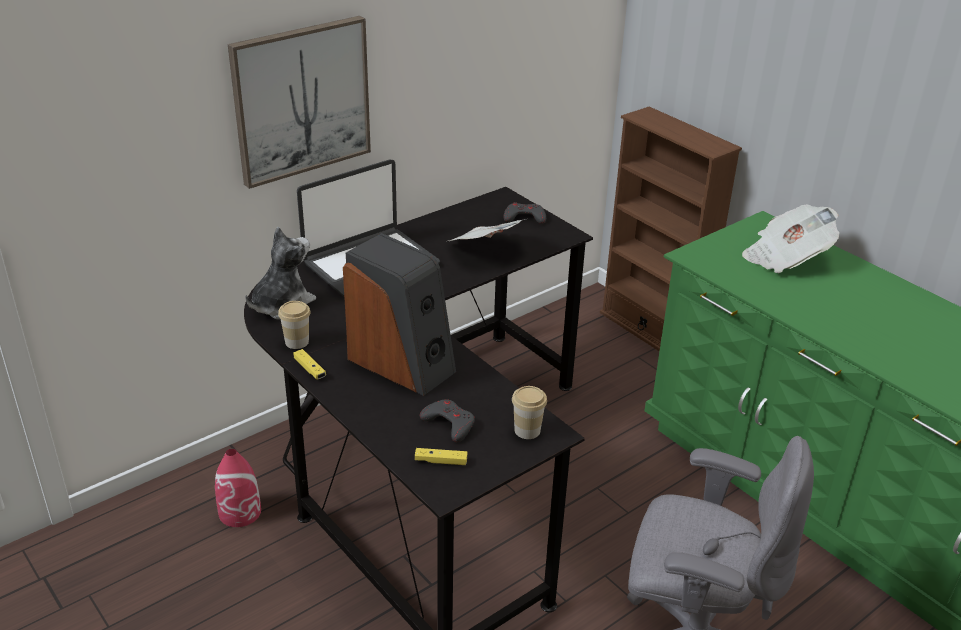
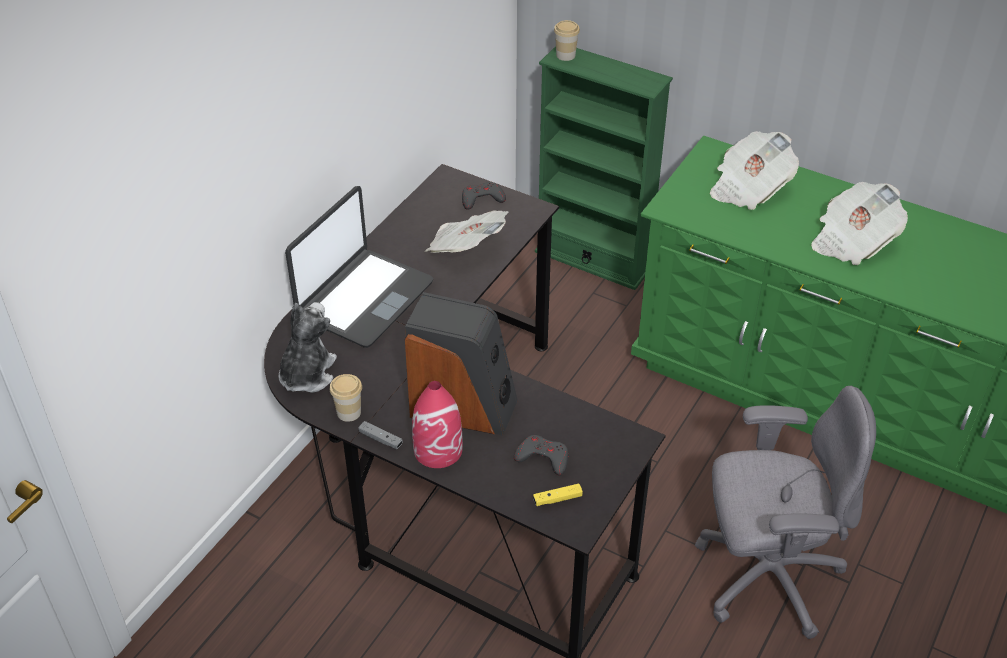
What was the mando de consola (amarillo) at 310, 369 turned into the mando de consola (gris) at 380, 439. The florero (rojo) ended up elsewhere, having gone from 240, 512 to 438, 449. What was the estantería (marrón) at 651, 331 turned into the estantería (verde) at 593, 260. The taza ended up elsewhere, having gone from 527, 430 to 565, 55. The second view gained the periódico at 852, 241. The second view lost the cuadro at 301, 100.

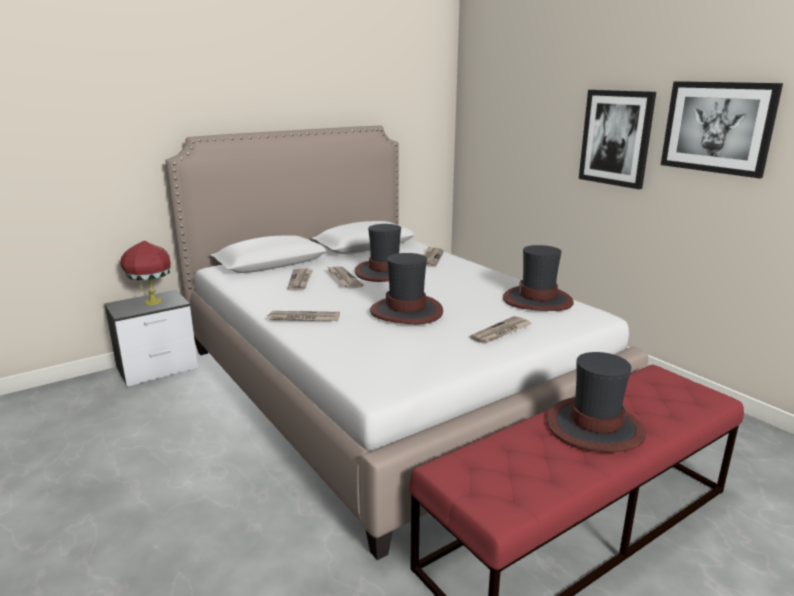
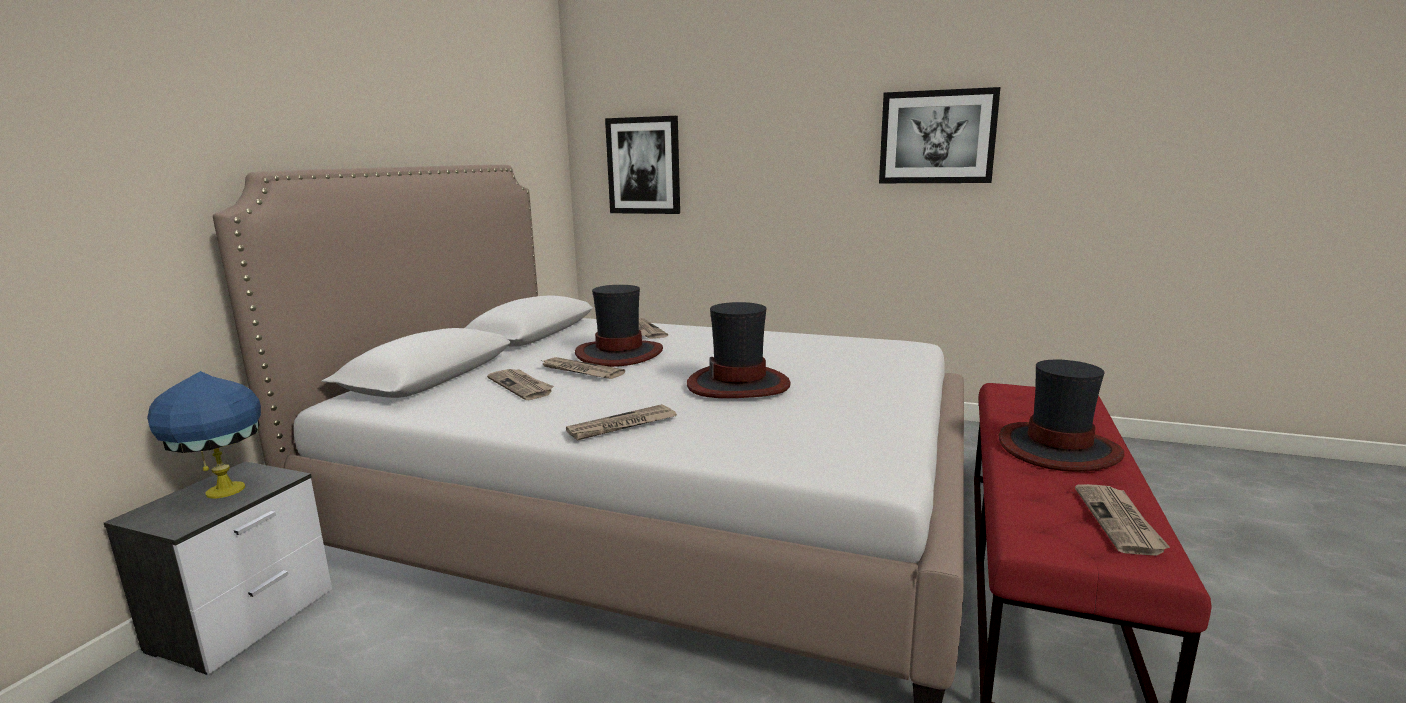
What was the lámpara de mesa (rojo) at 152, 302 turned into the lámpara de mesa (azul) at 223, 491. The cuadro ended up elsewhere, having gone from 616, 138 to 643, 166. The periódico ended up elsewhere, having gone from 501, 332 to 1120, 521. The second view lost the sombrero at 538, 300.

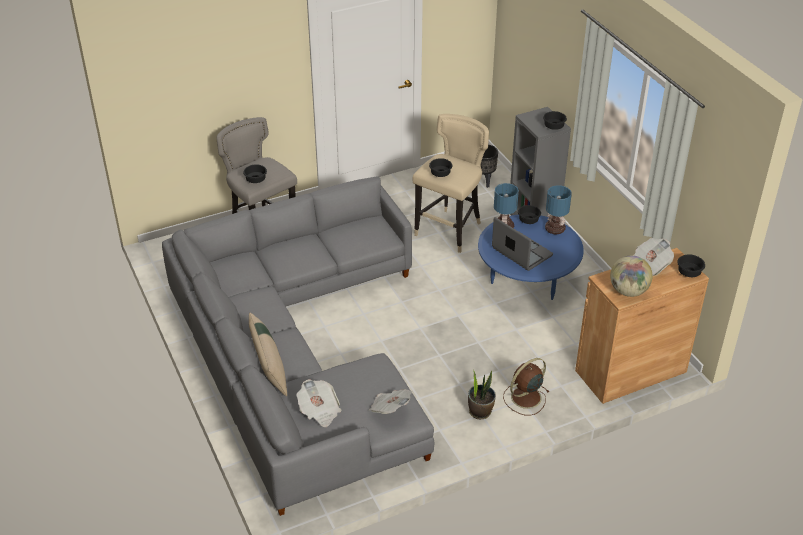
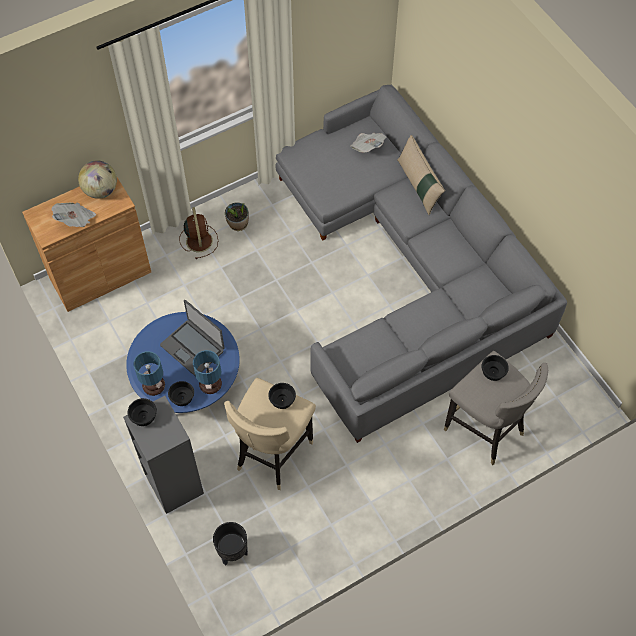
The ventilador (marrón) at 525, 398 ended up facing another way, 60 degrees counterclockwise from before. The second view lost the periódico at 390, 408. The second view lost the cuenco (negro) at 688, 273.

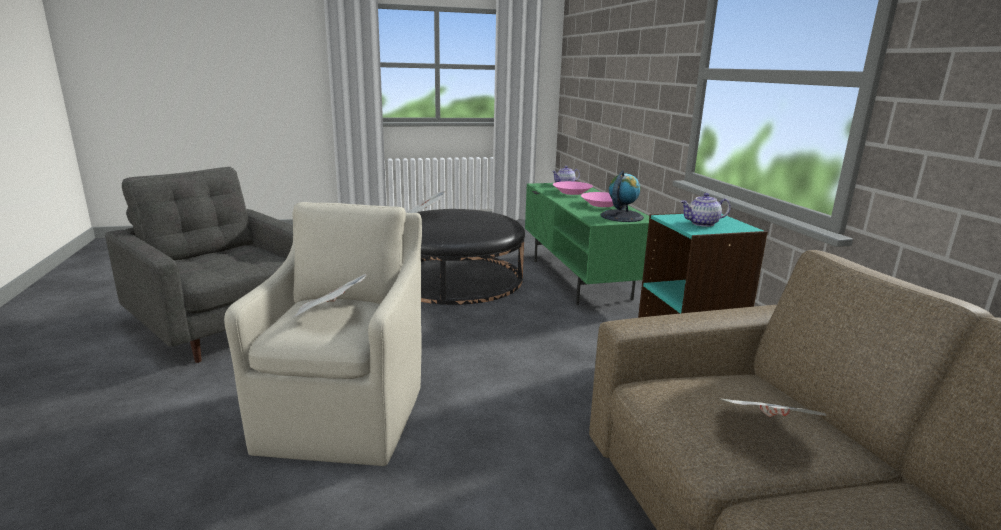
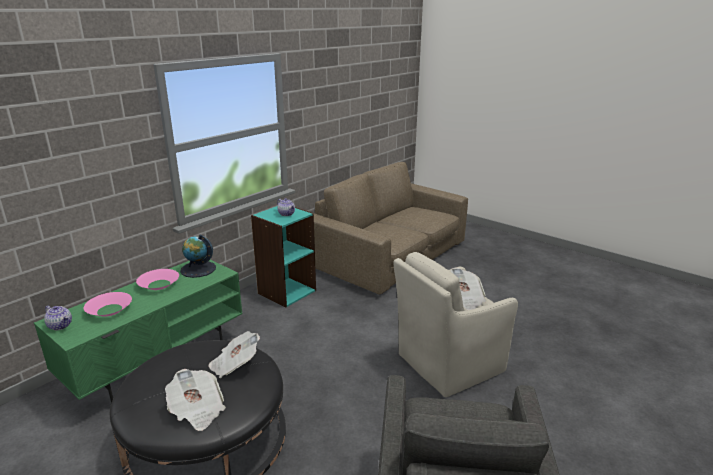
The periódico ended up elsewhere, having gone from 765, 430 to 235, 365.

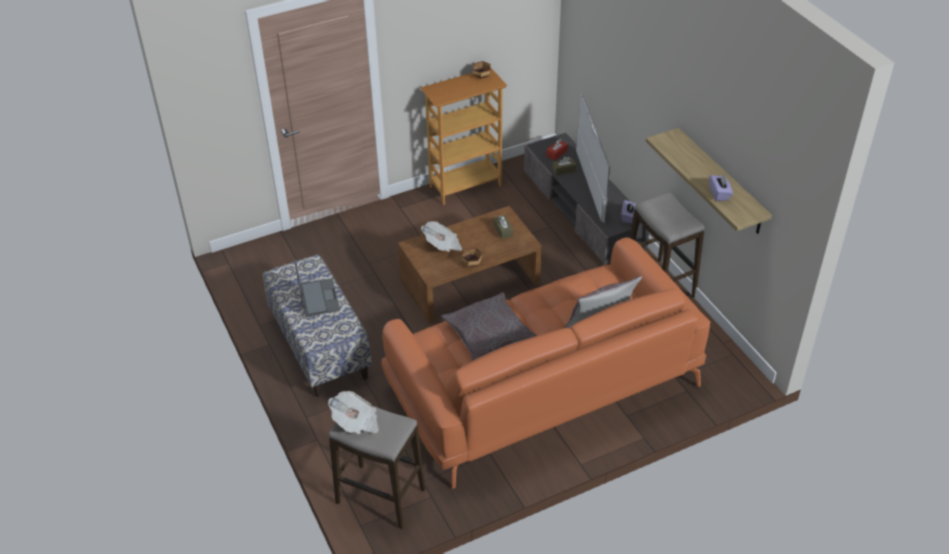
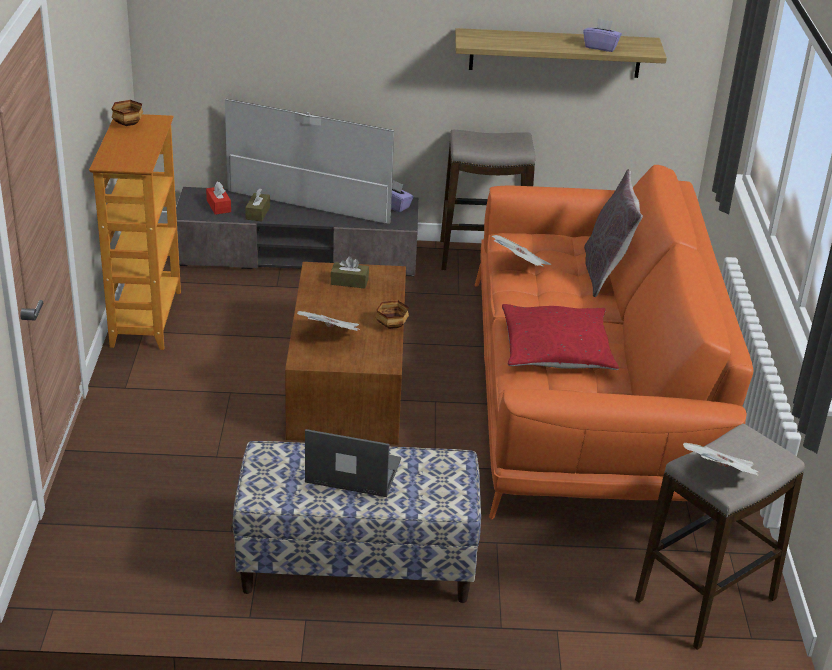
The second view gained the periódico at 520, 266. What was the cojín (gris) at 488, 334 turned into the cojín (rojo) at 556, 350.

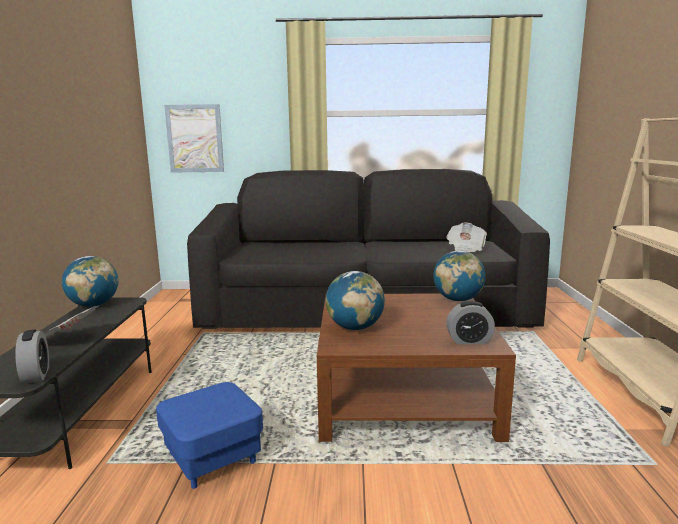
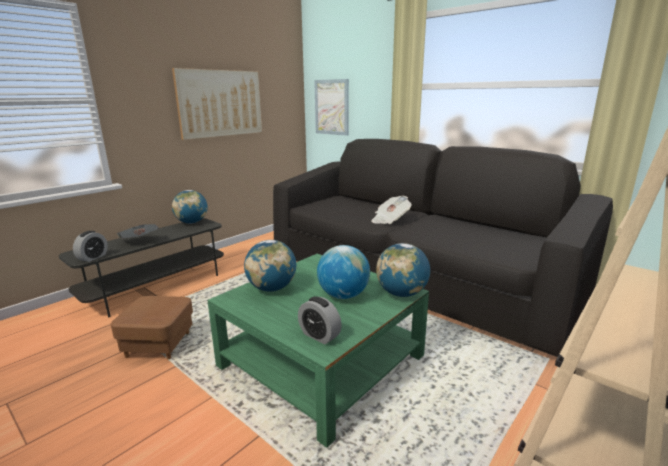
What was the puf (azul) at 212, 457 turned into the puf (marrón) at 159, 344. The second view gained the cuadro at 221, 103. What was the mesa de centro (marrón) at 403, 394 turned into the mesa de centro (verde) at 321, 360. The second view gained the globo terráqueo at 343, 295. The periódico ended up elsewhere, having gone from 465, 249 to 390, 220.

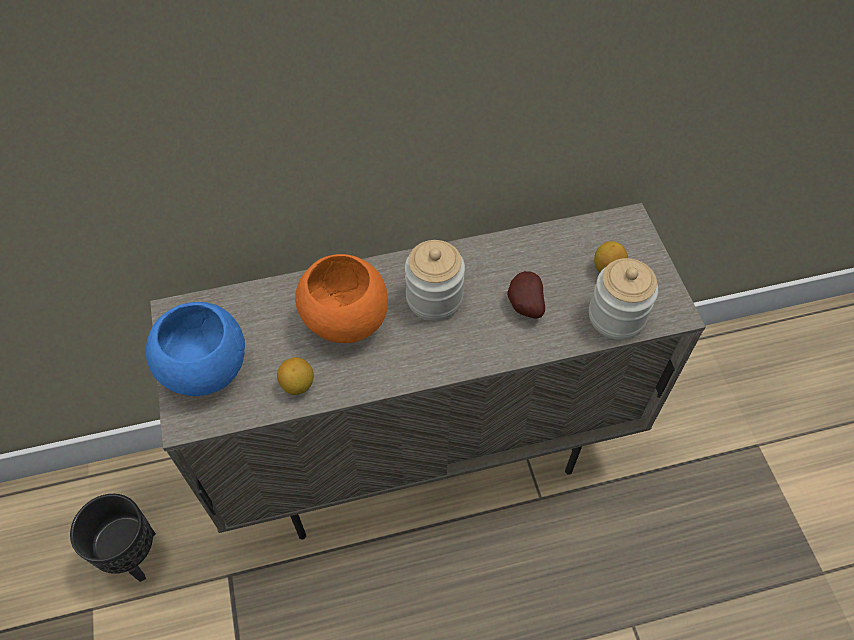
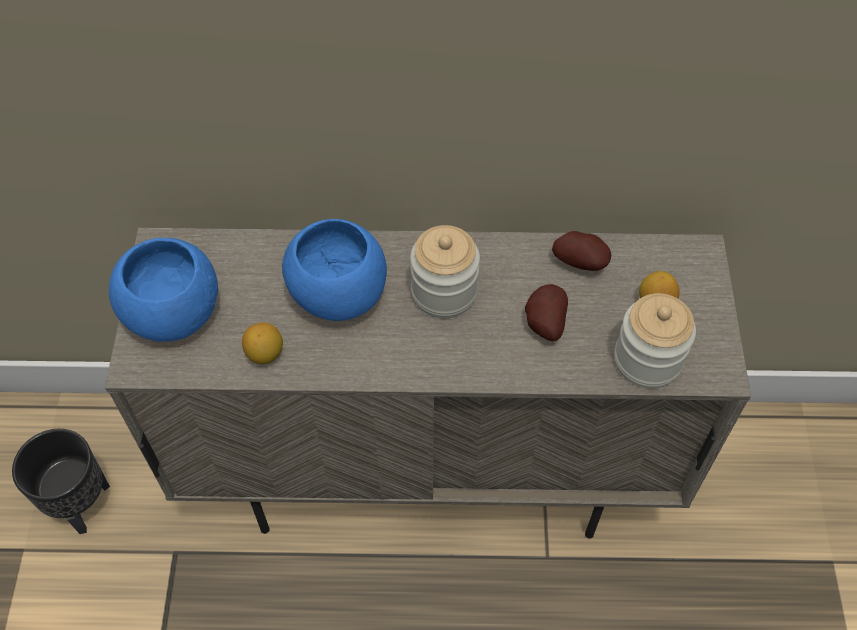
What was the cuenco (naranja) at 345, 320 turned into the cuenco (azul) at 337, 295. The second view gained the patata at 581, 261.

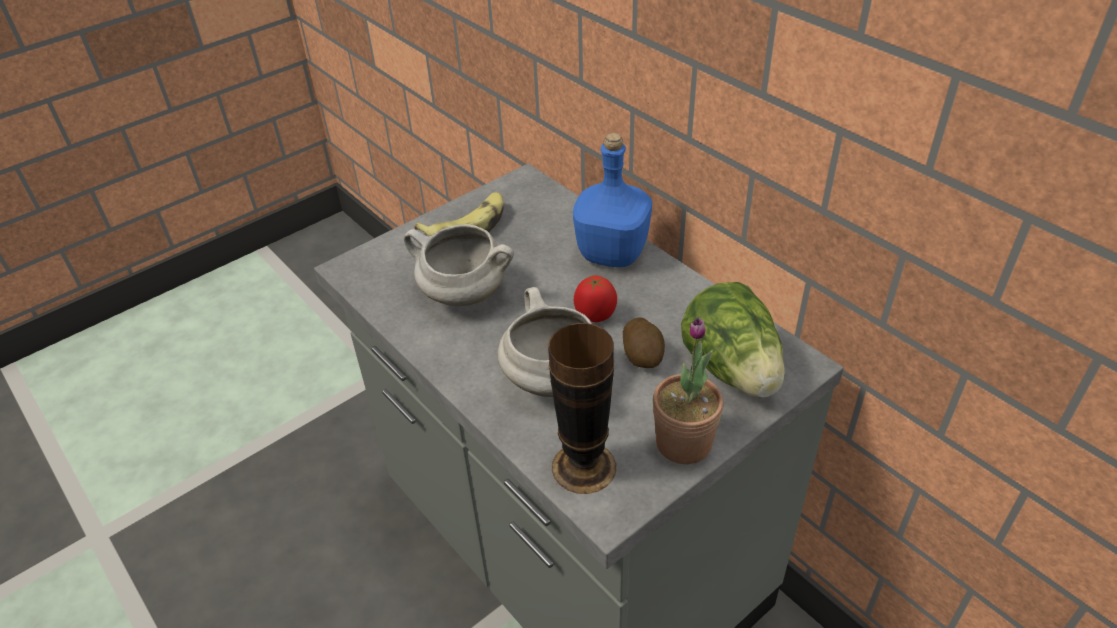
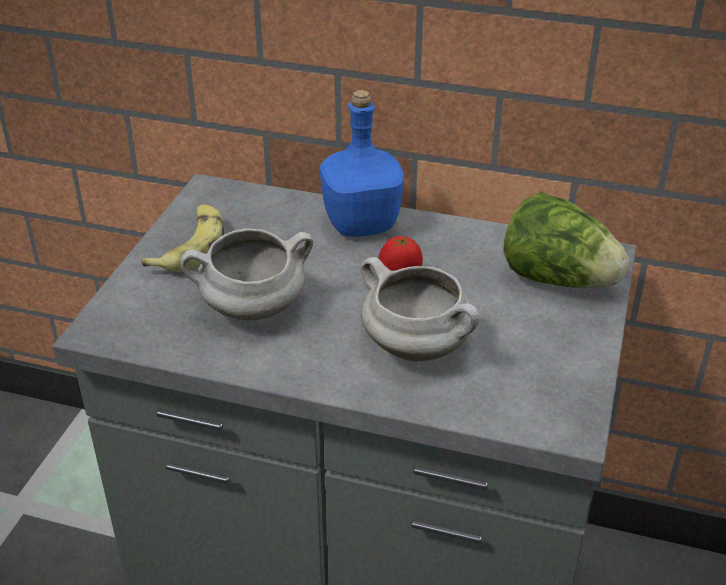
The second view lost the florero at 584, 467. The second view lost the patata at 643, 356. The second view lost the planta en maceta at 683, 443.

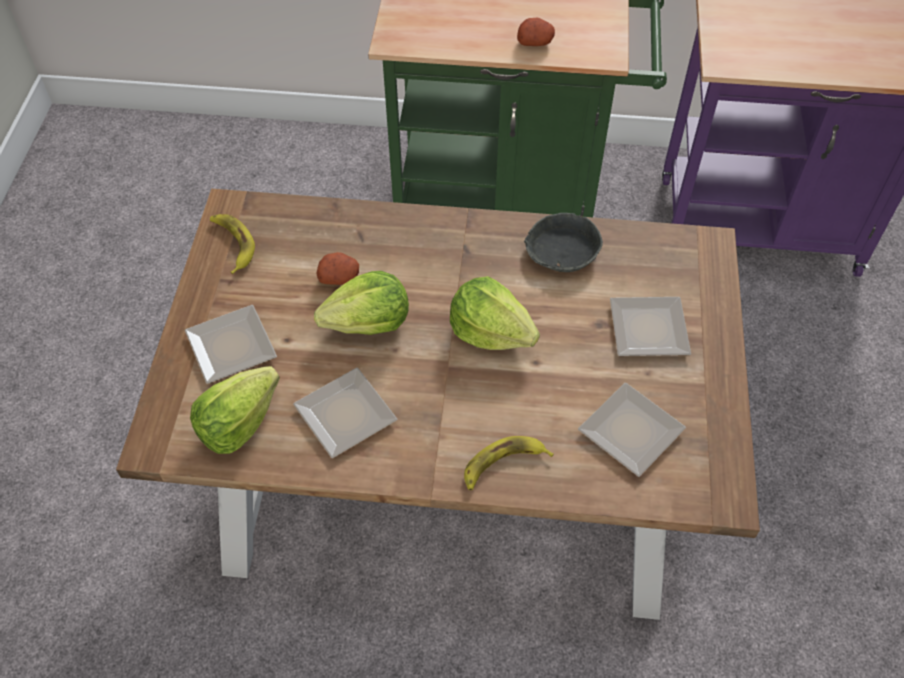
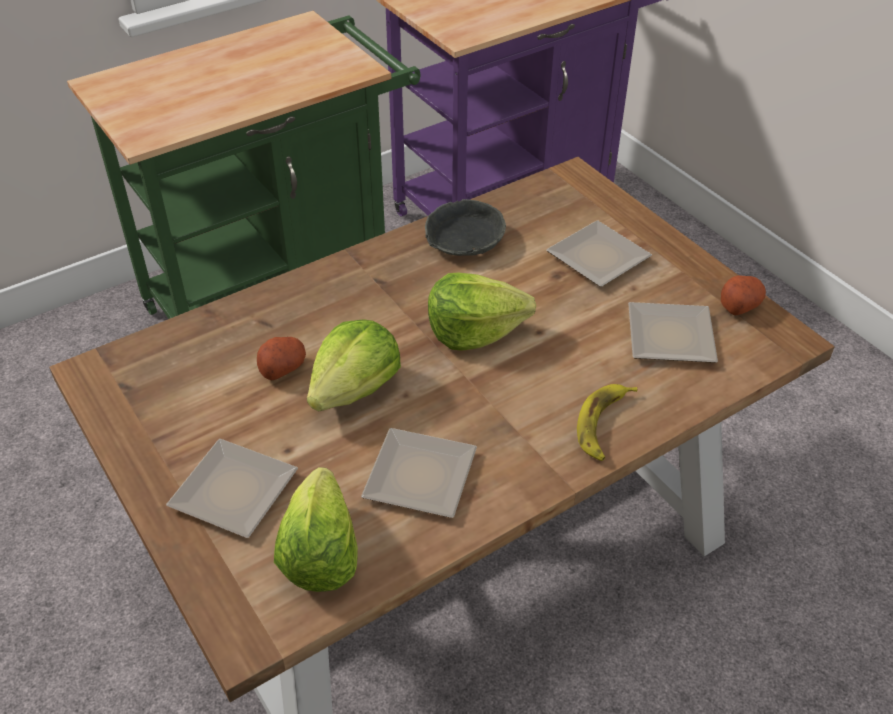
The patata ended up elsewhere, having gone from 535, 42 to 739, 305. The second view lost the plátano at 232, 244.

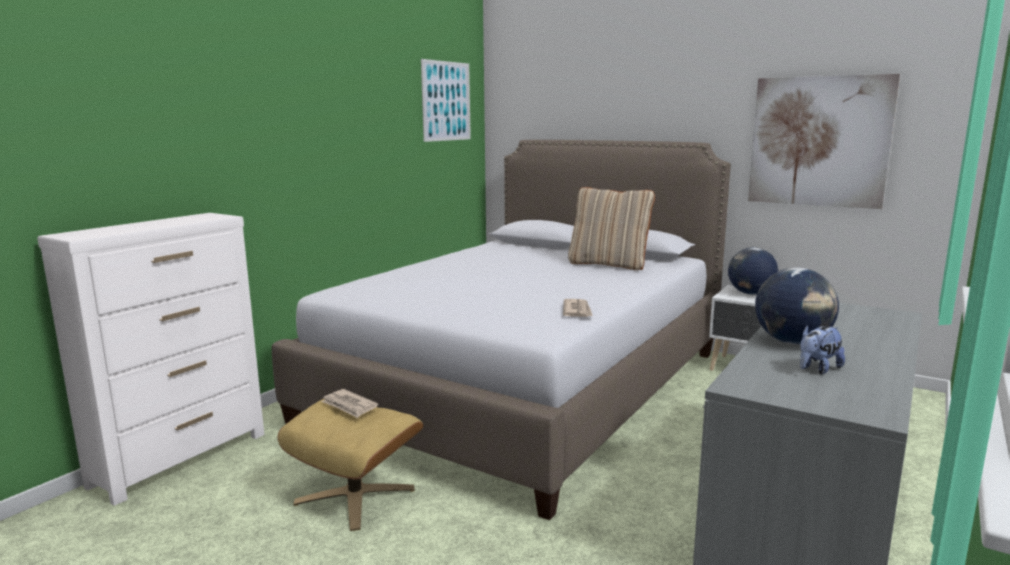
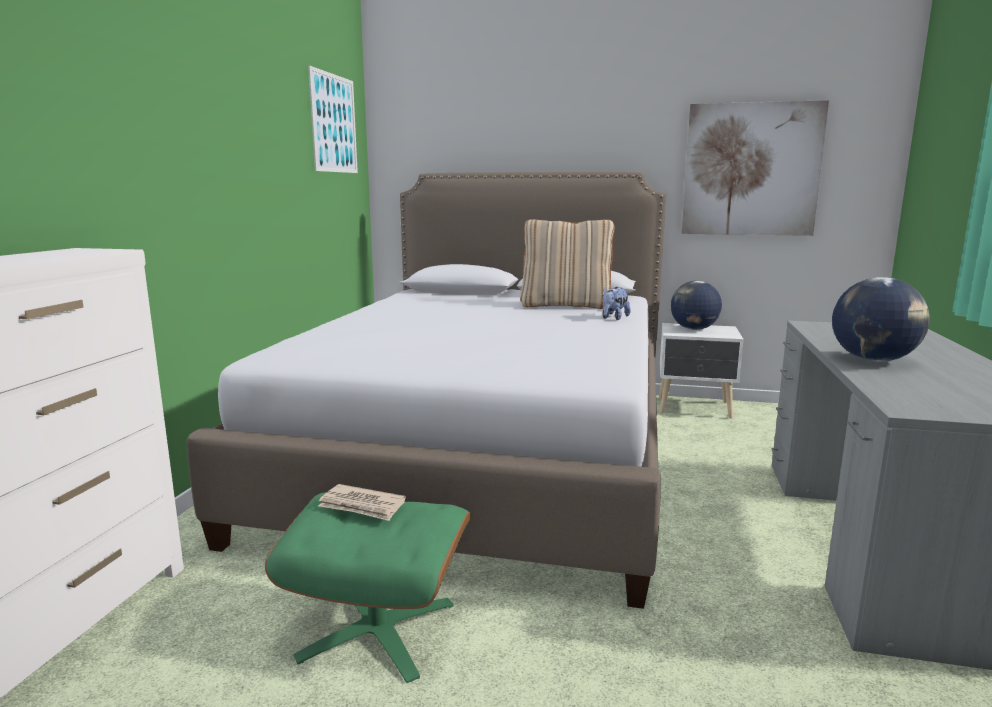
What was the puf (beis) at 356, 495 turned into the puf (verde) at 378, 629. The peluche ended up elsewhere, having gone from 817, 369 to 613, 318. The second view lost the periódico at 577, 311.

